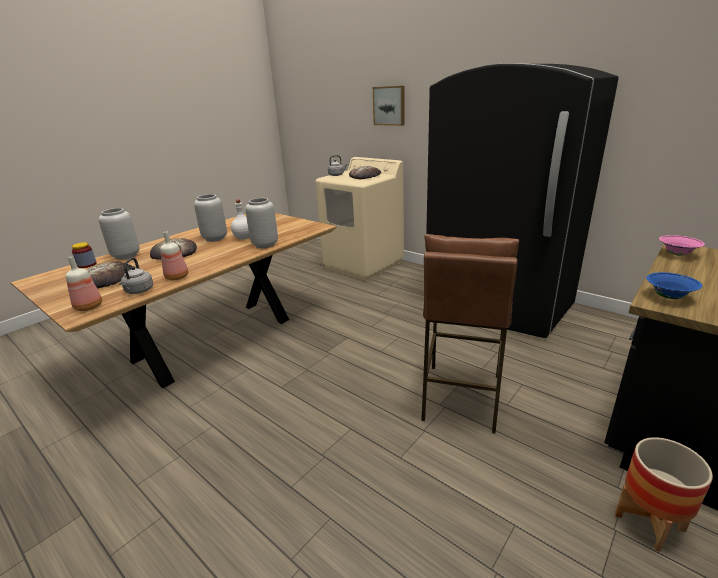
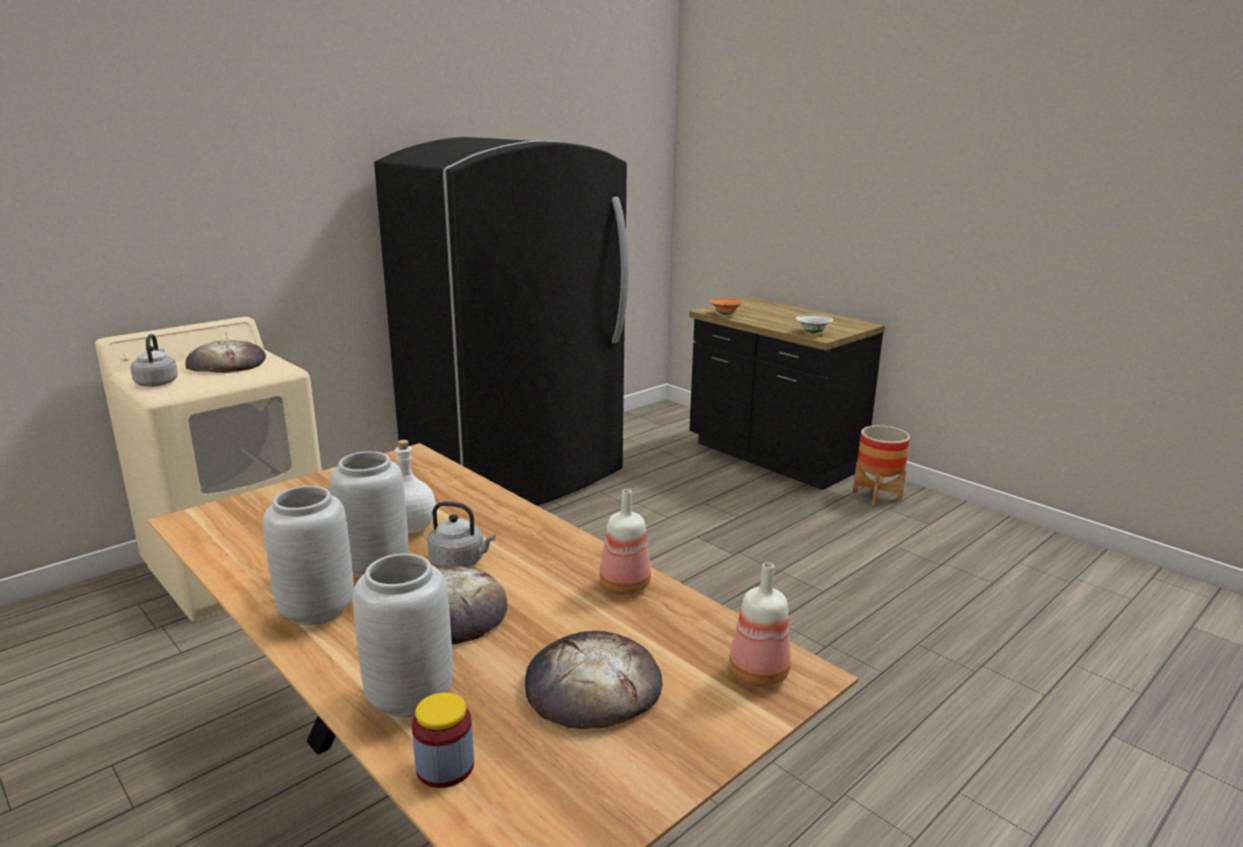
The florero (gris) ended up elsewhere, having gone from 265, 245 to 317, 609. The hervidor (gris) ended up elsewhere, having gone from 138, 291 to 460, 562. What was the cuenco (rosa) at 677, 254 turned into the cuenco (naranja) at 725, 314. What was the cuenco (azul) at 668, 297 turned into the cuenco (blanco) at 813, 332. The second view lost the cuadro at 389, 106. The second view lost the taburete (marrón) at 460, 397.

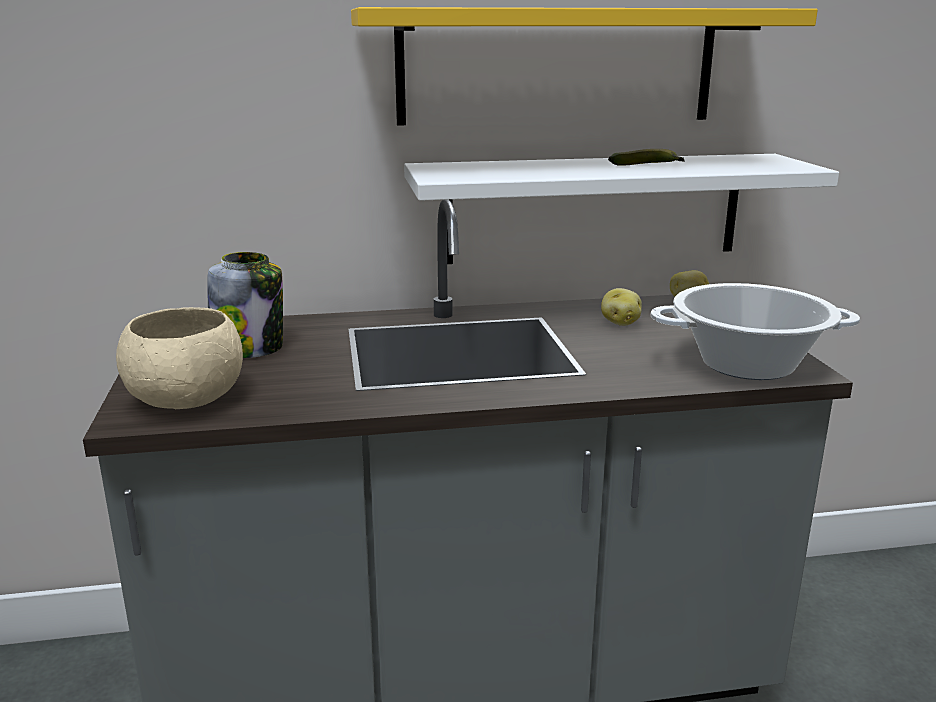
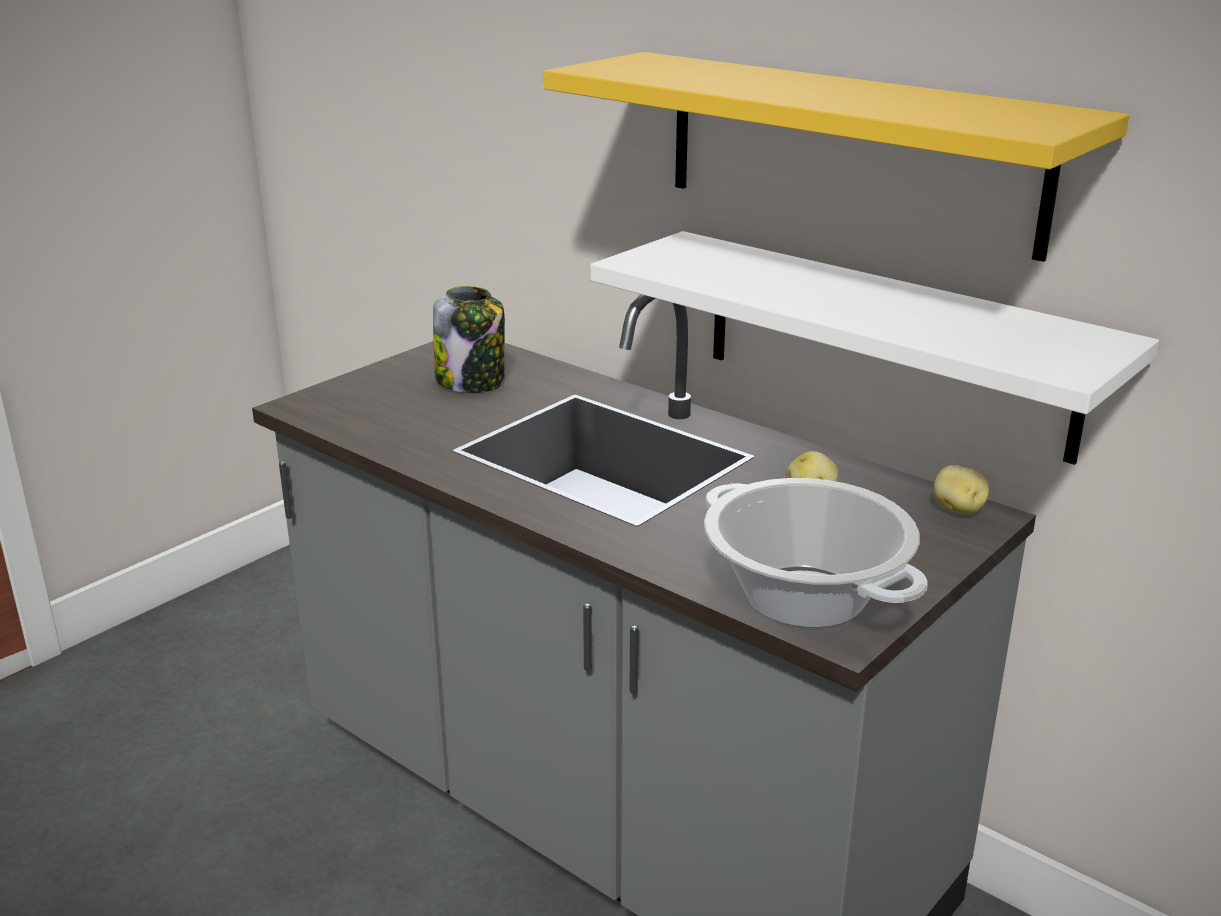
The second view lost the cuenco (beis) at 185, 400. The second view lost the plátano at 648, 167.

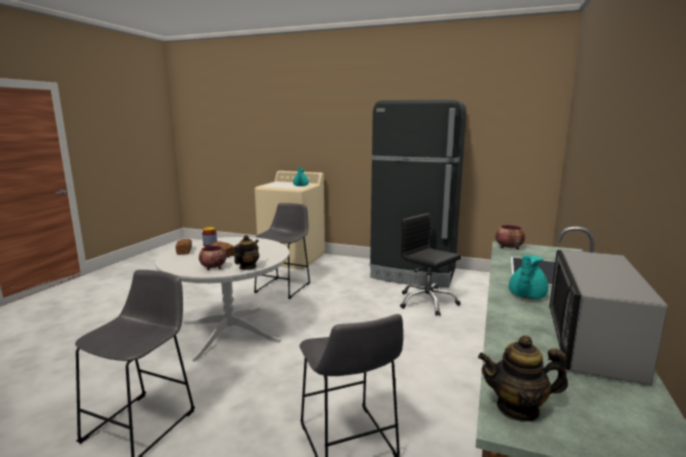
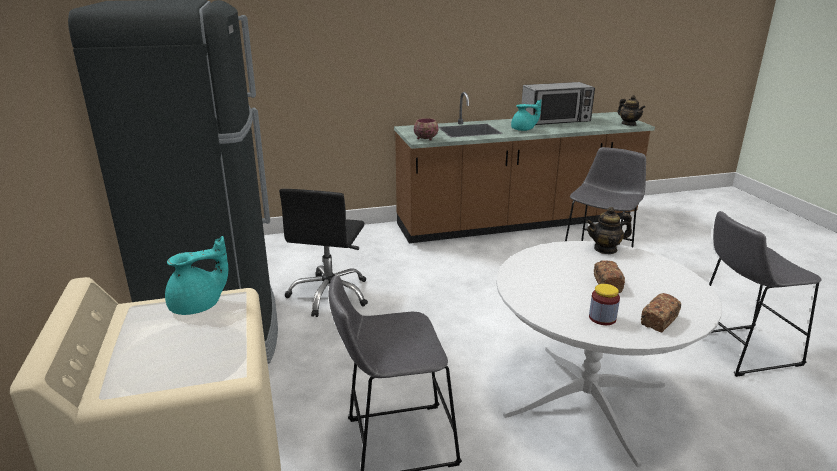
The second view lost the cuenco at 213, 268.

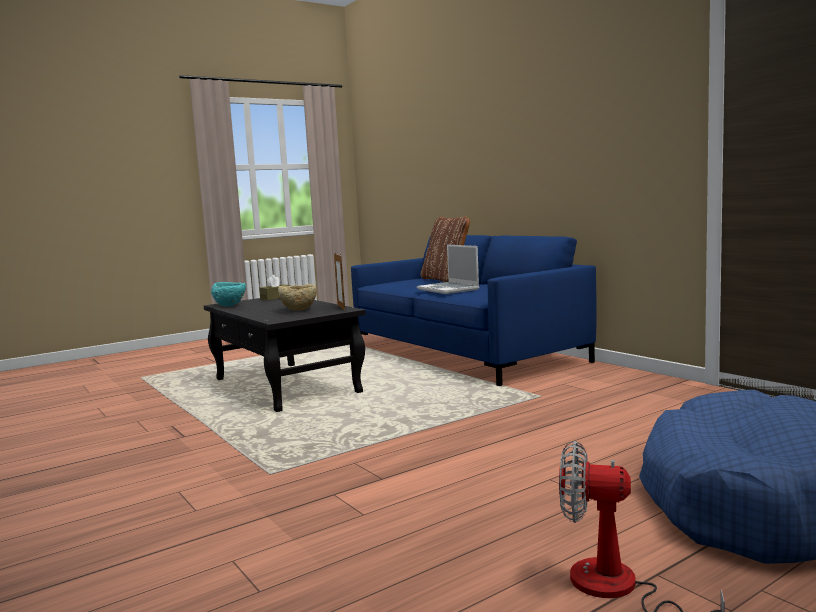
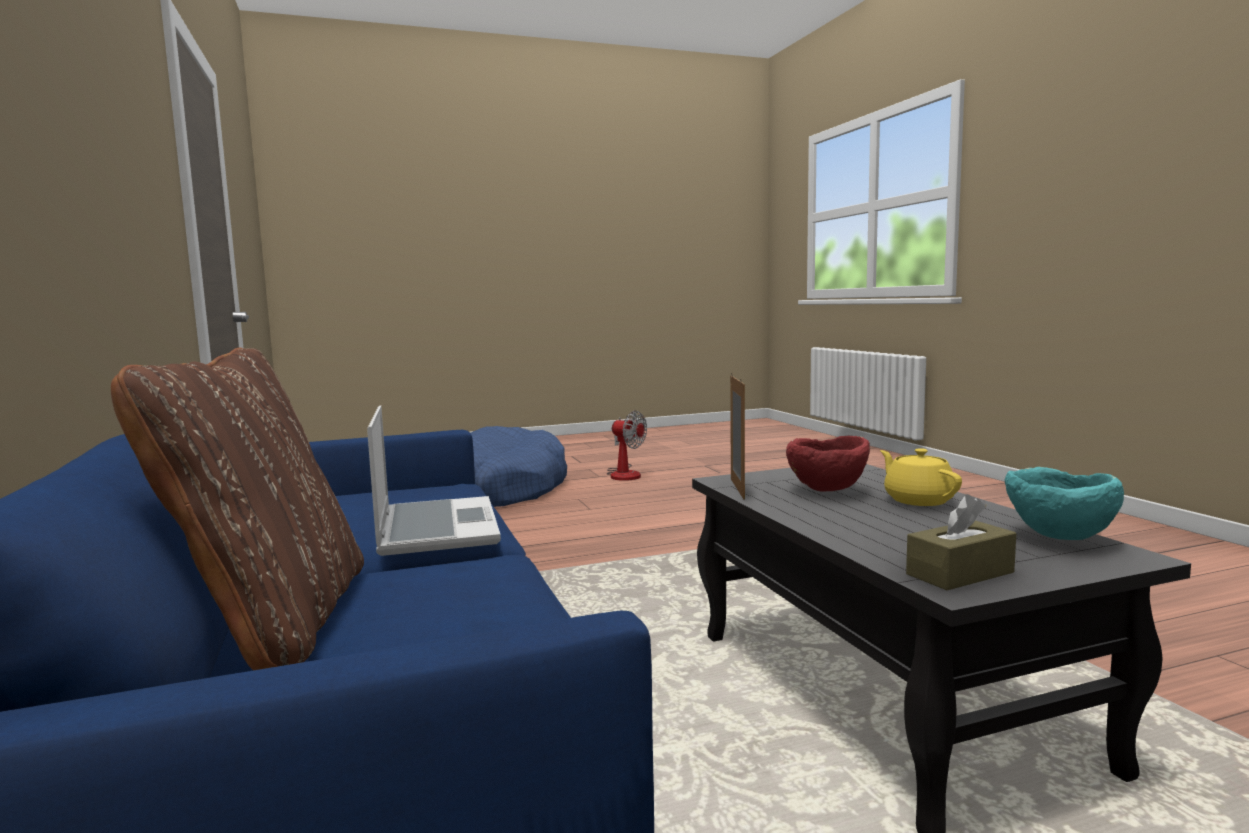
What was the cuenco (beis) at 298, 310 turned into the cuenco (rojo) at 827, 491. The second view gained the tetera (amarillo) at 918, 500.

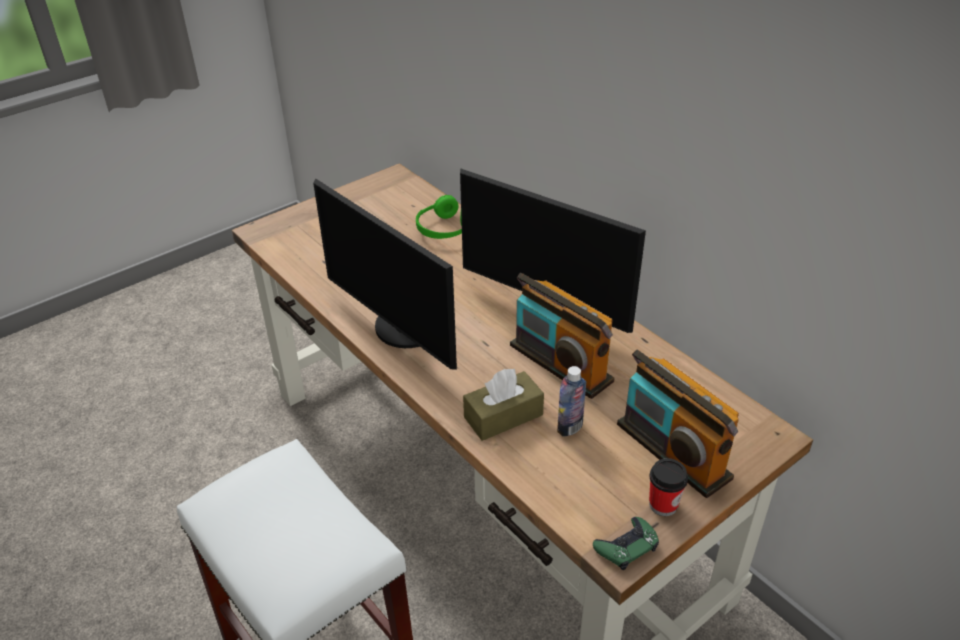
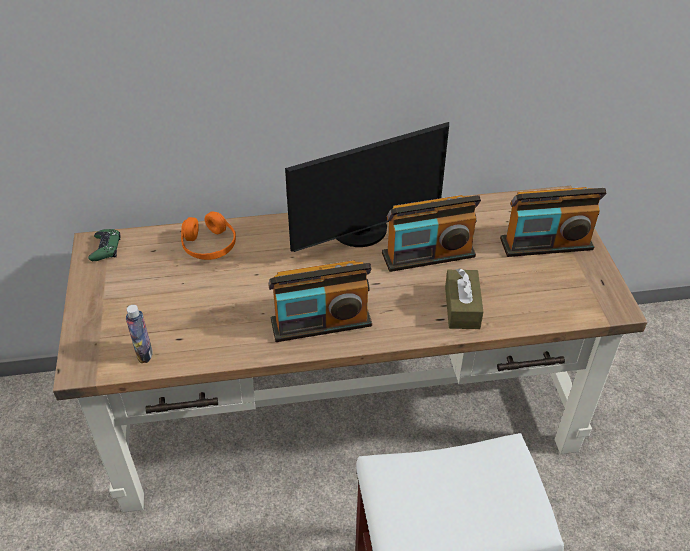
The mando de consola (verde) ended up elsewhere, having gone from 626, 547 to 105, 248. The botella ended up elsewhere, having gone from 570, 427 to 144, 353. What was the auriculares (verde) at 445, 229 turned into the auriculares (naranja) at 209, 245. Where the monitor stood at 402, 330, the radio came to stand at 321, 323. The second view lost the taza at 663, 504.

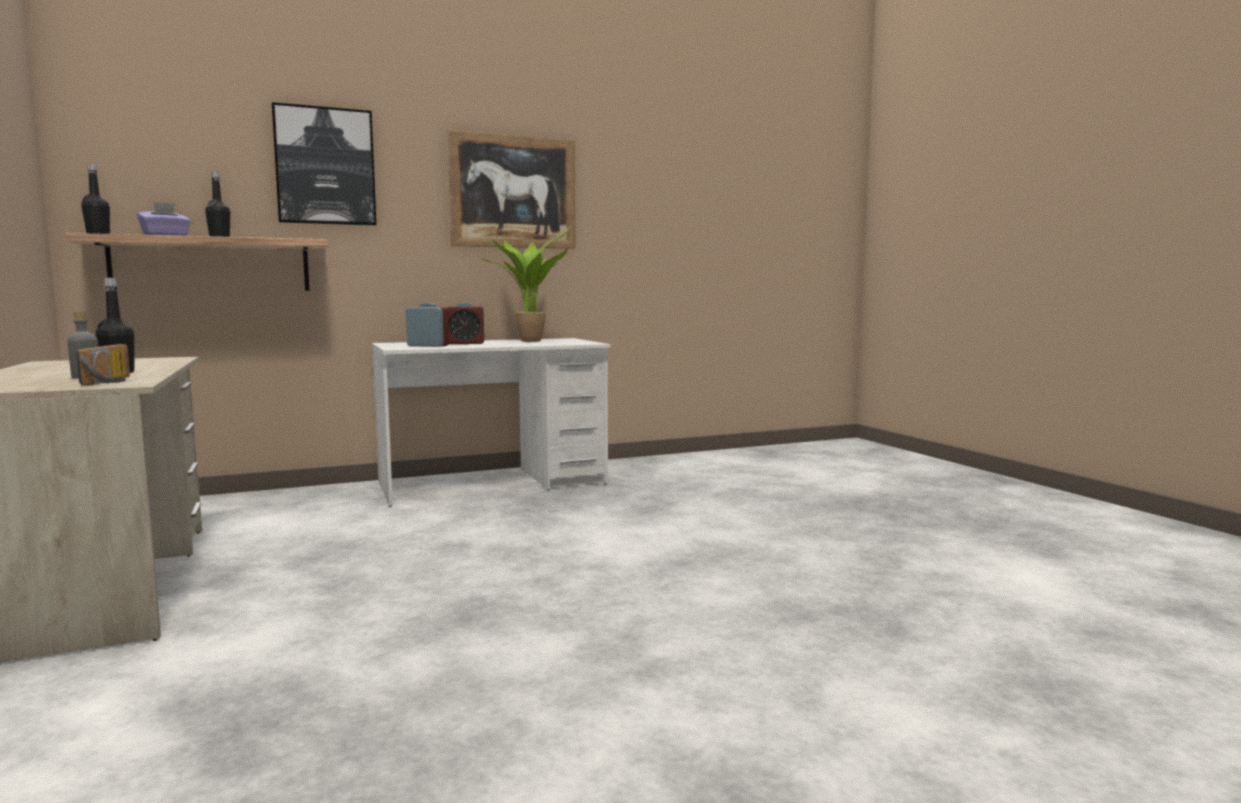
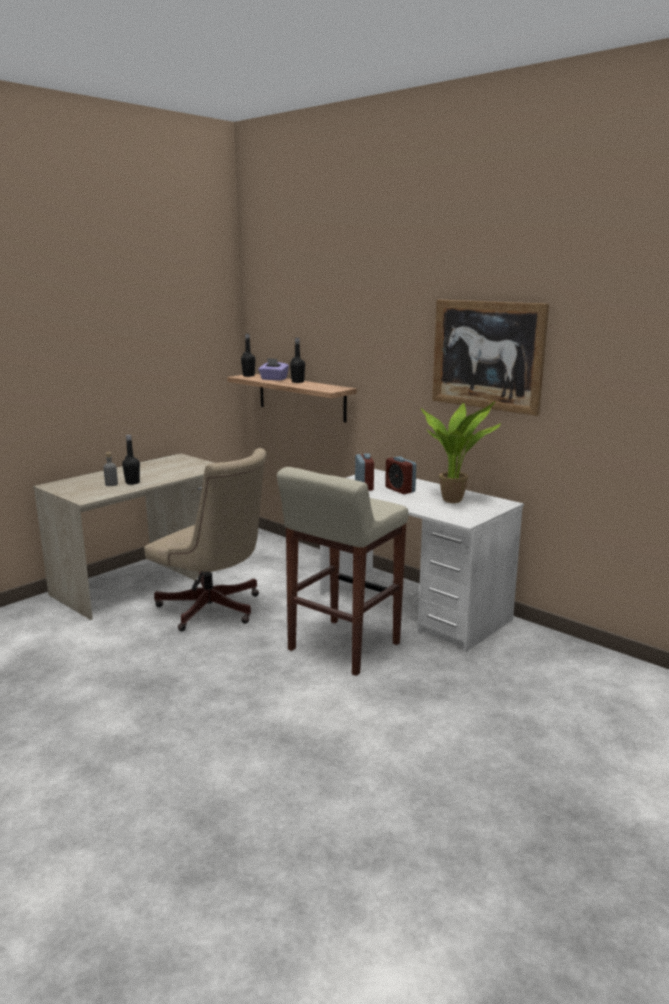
The second view gained the silla de oficina (beis) at 214, 610. The second view gained the taburete (beis) at 342, 647. The second view lost the radio at 113, 381. The second view lost the cuadro at 325, 166.

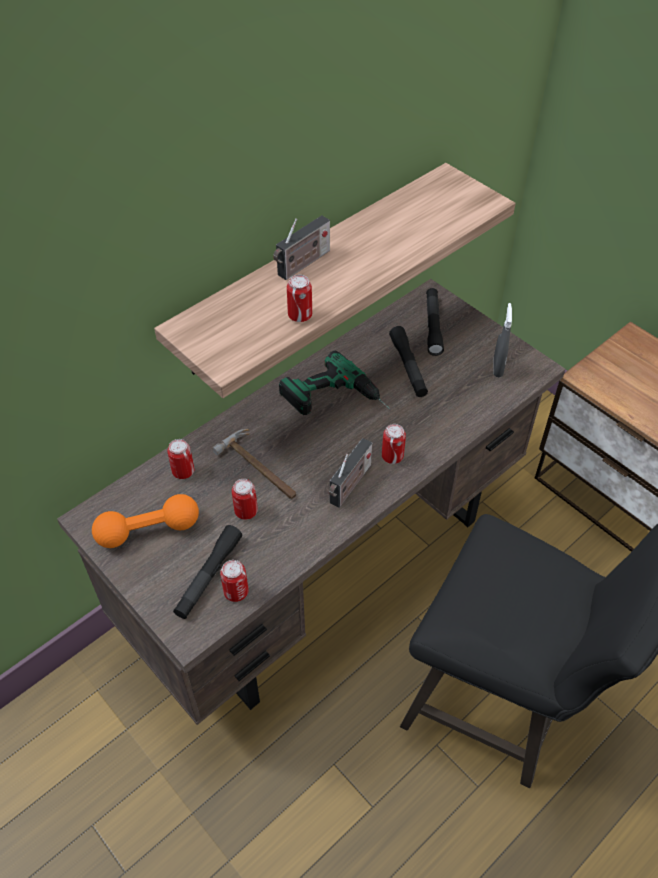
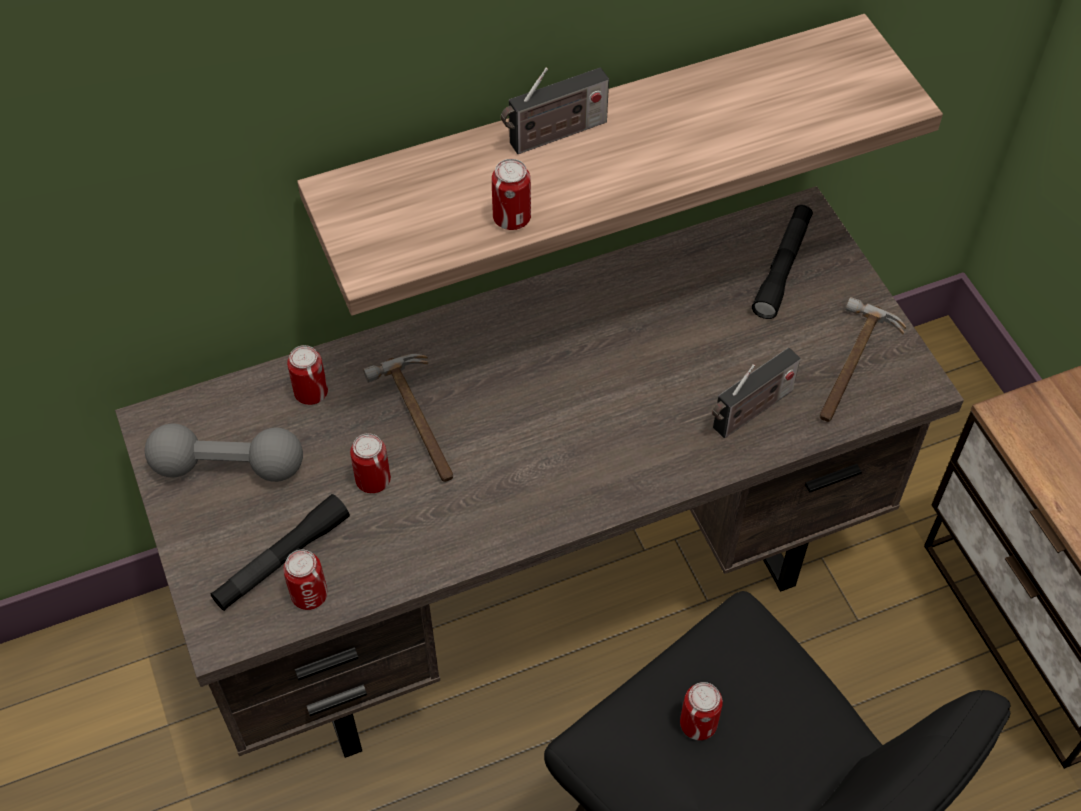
What was the mancuerna (naranja) at 148, 530 turned into the mancuerna (gris) at 228, 466. The lata ended up elsewhere, having gone from 392, 456 to 698, 724. The radio ended up elsewhere, having gone from 349, 486 to 750, 412. Where the pulverizador (gris) stood at 497, 368, the martillo came to stand at 853, 367. The second view lost the taladro at 337, 401. The second view lost the linterna (negro) at 408, 367.

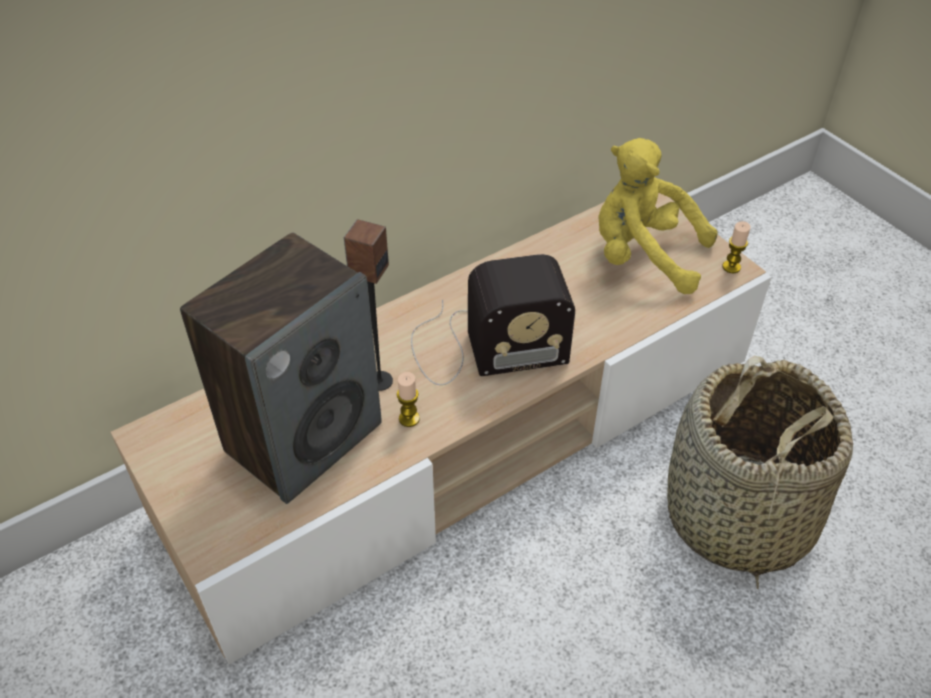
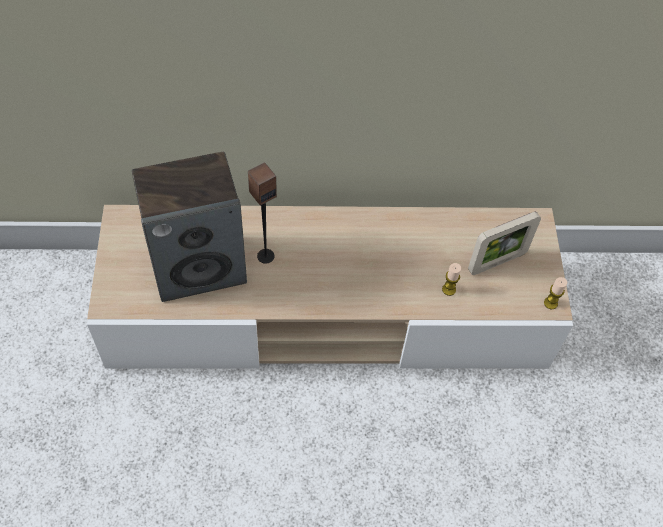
The vela ended up elsewhere, having gone from 409, 418 to 449, 289. Where the peluche (amarillo) stood at 643, 256, the portarretratos came to stand at 497, 262. The second view lost the radio at 482, 346. The second view lost the cesta at 737, 516.

